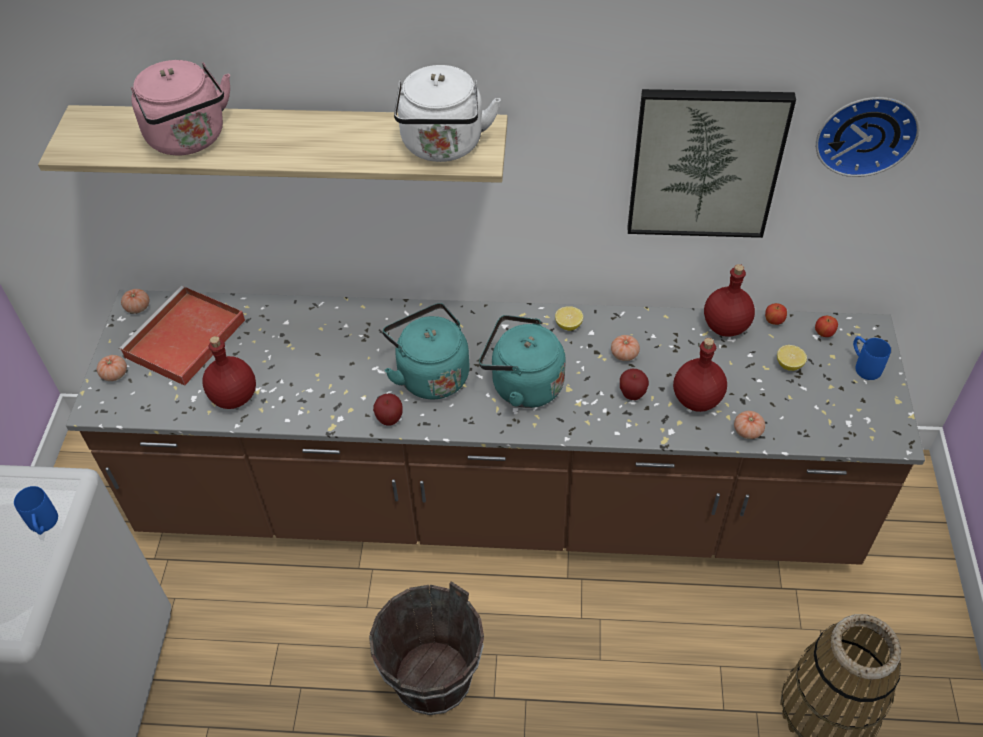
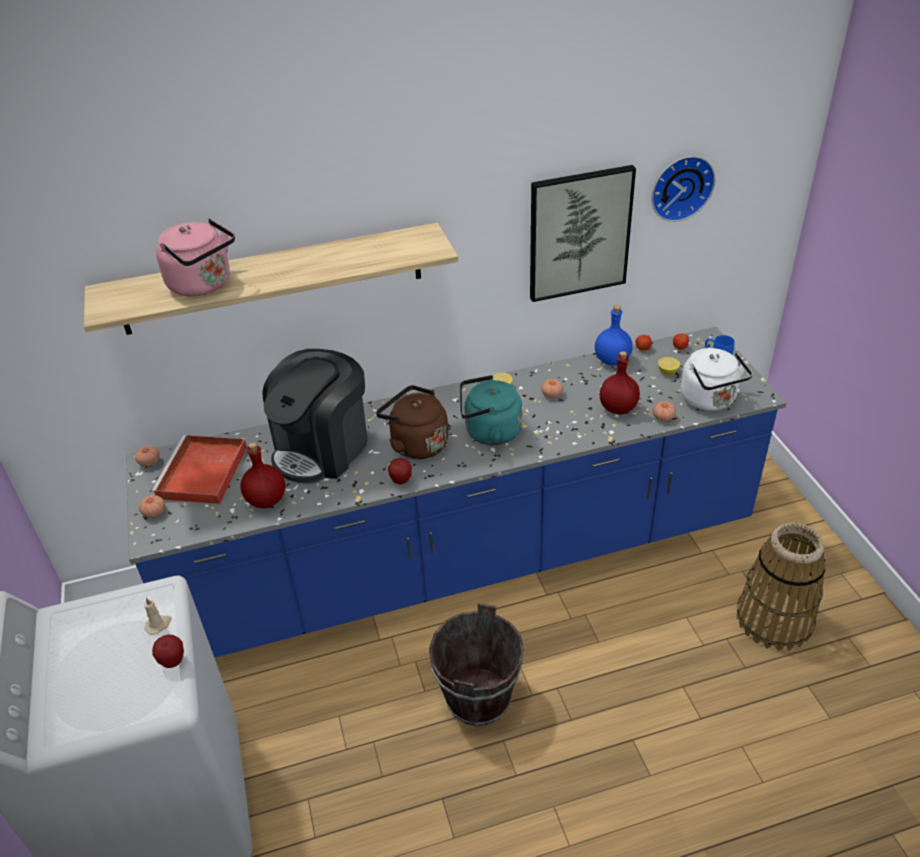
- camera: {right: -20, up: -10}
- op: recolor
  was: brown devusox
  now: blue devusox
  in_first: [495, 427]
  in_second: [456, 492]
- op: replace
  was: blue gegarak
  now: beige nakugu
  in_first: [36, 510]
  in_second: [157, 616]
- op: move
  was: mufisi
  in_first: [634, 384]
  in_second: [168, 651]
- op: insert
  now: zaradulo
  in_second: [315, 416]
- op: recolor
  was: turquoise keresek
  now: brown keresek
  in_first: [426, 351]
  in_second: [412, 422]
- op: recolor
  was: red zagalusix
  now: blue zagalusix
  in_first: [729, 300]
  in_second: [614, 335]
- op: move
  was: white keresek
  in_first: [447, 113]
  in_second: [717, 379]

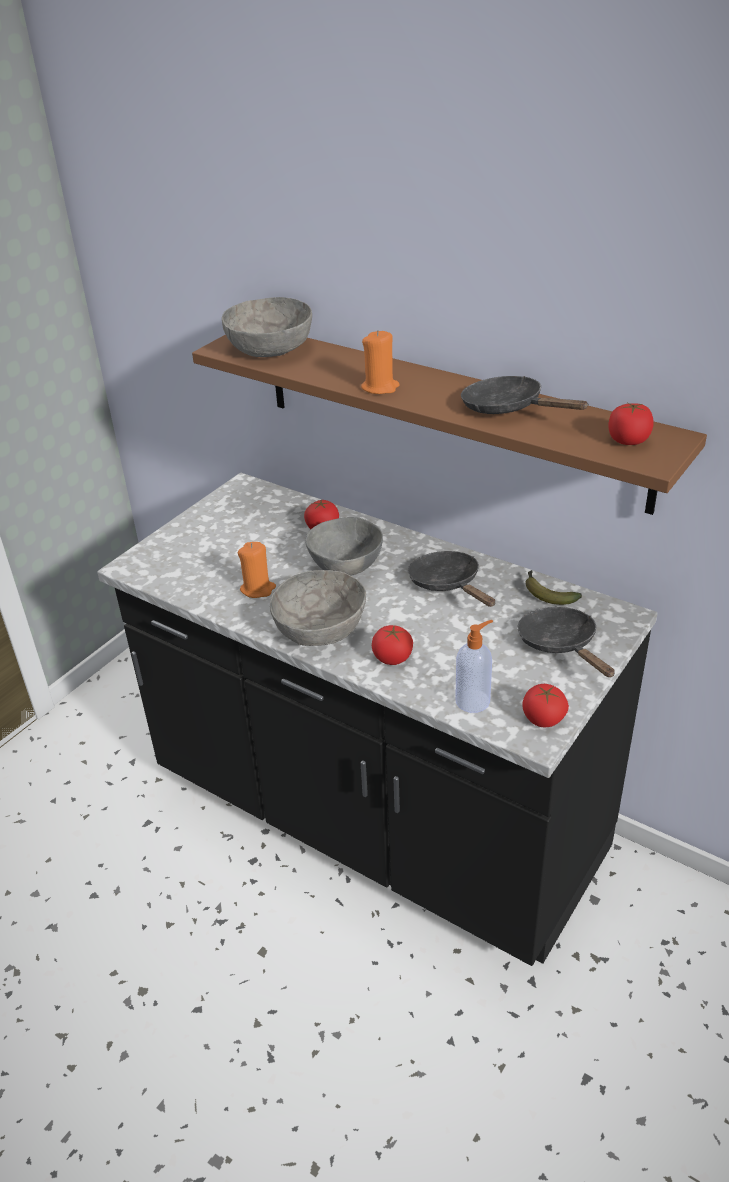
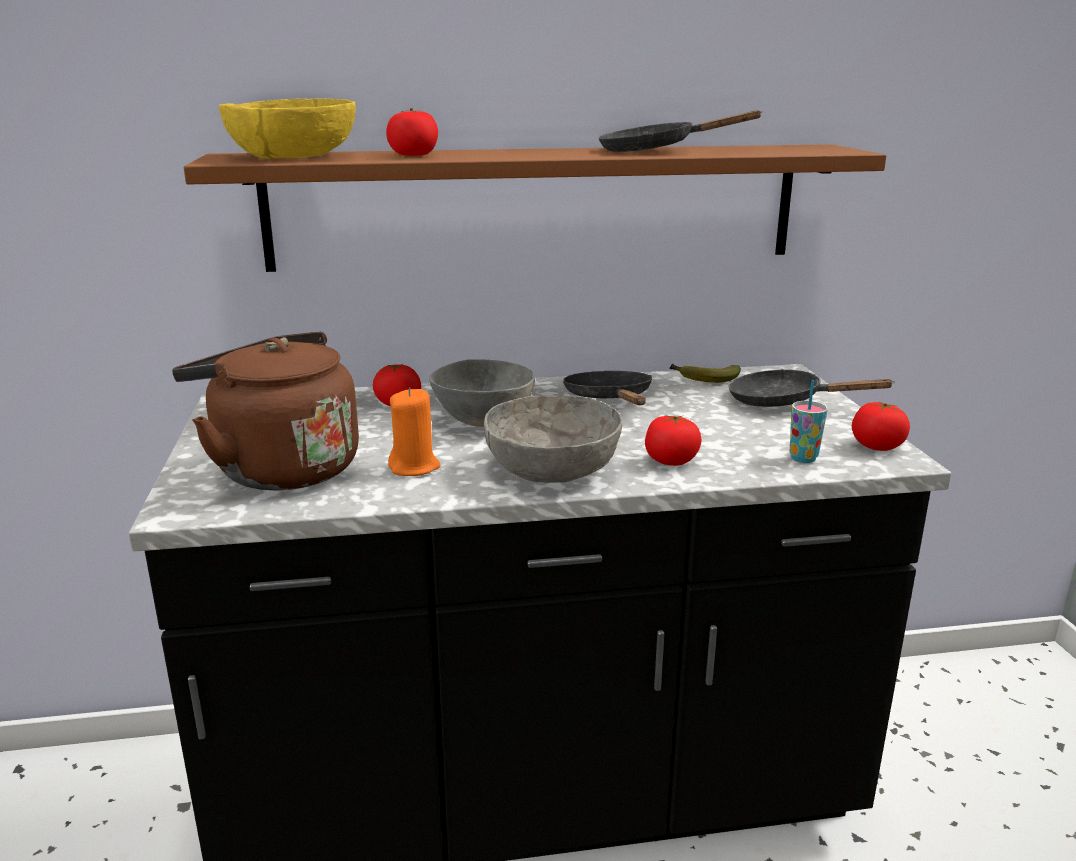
- camera: {right: -45, up: -15}
- op: insert
  now: brown keresek
  in_second: [265, 411]
- op: recolor
  was: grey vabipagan
  now: yellow vabipagan
  in_first: [267, 327]
  in_second: [287, 128]
- op: move
  was: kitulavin
  in_first: [631, 423]
  in_second: [412, 132]
- op: rotate
  was: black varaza
  in_first: [451, 579]
  in_second: [607, 388]
  clockwise: 60
- op: replace
  was: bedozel
  now: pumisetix
  in_first: [474, 666]
  in_second: [809, 421]
- op: delete
  was: orange nakugu
  in_first: [380, 362]

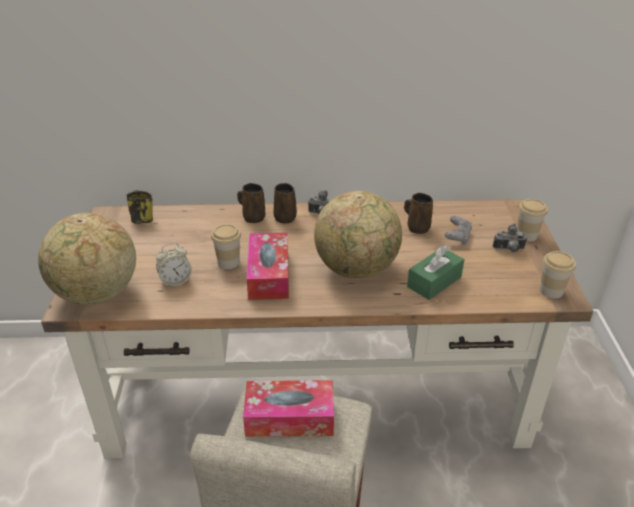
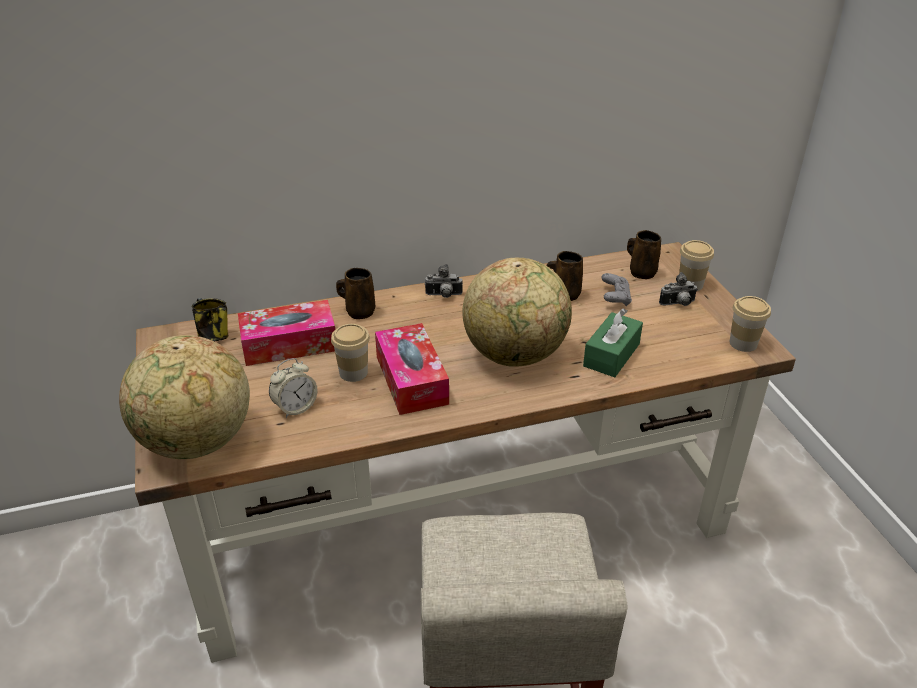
- camera: {right: -15, up: 0}
- op: move
  was: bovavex
  in_first: [288, 408]
  in_second: [286, 333]
- op: move
  was: brown gegarak
  in_first: [285, 203]
  in_second: [644, 254]

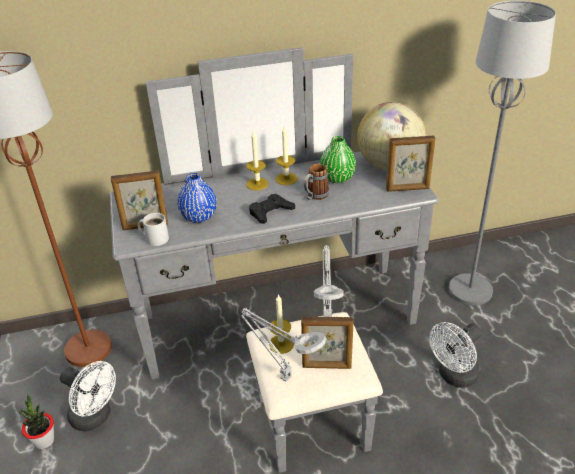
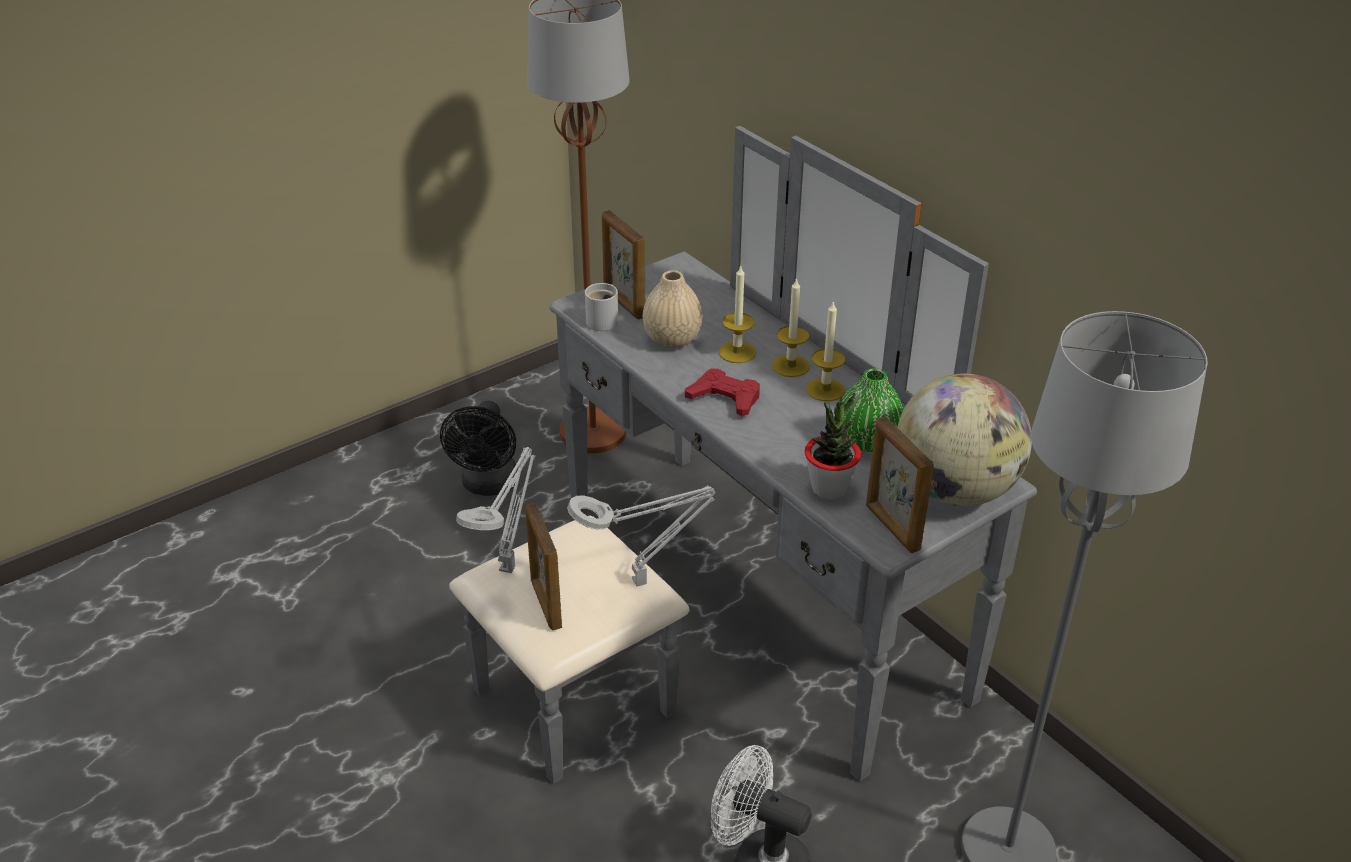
- camera: {right: 65, up: 0}
- op: recolor
  was: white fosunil
  now: black fosunil
  in_first: [88, 396]
  in_second: [479, 448]
- op: recolor
  was: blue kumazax
  now: beige kumazax
  in_first: [197, 198]
  in_second: [672, 309]
- op: recolor
  was: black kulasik
  now: red kulasik
  in_first: [272, 209]
  in_second: [722, 392]
- op: move
  was: nakugu
  in_first: [281, 324]
  in_second: [737, 314]
- op: move
  was: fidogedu
  in_first: [36, 421]
  in_second: [833, 446]
- op: delete
  was: gegarak
  in_first: [316, 181]

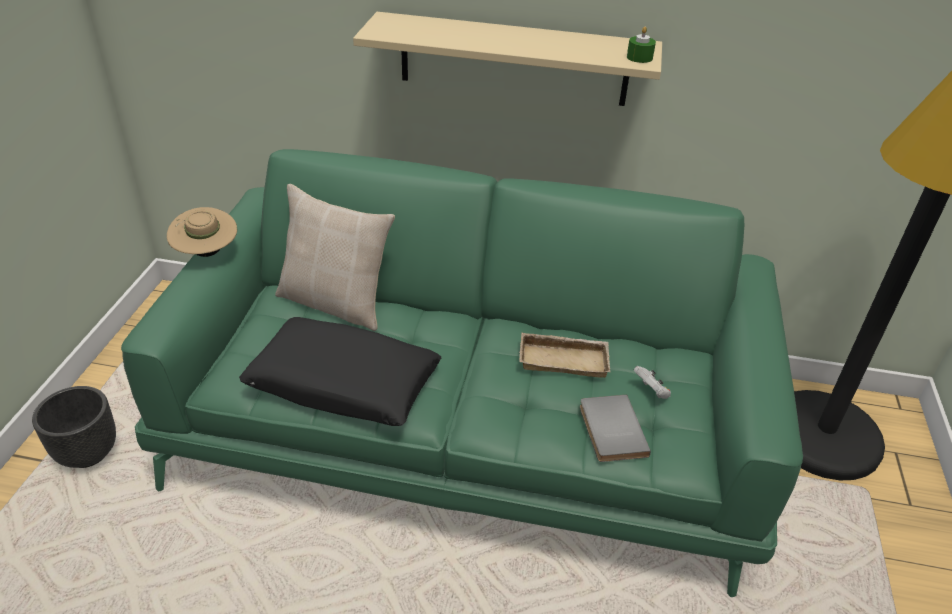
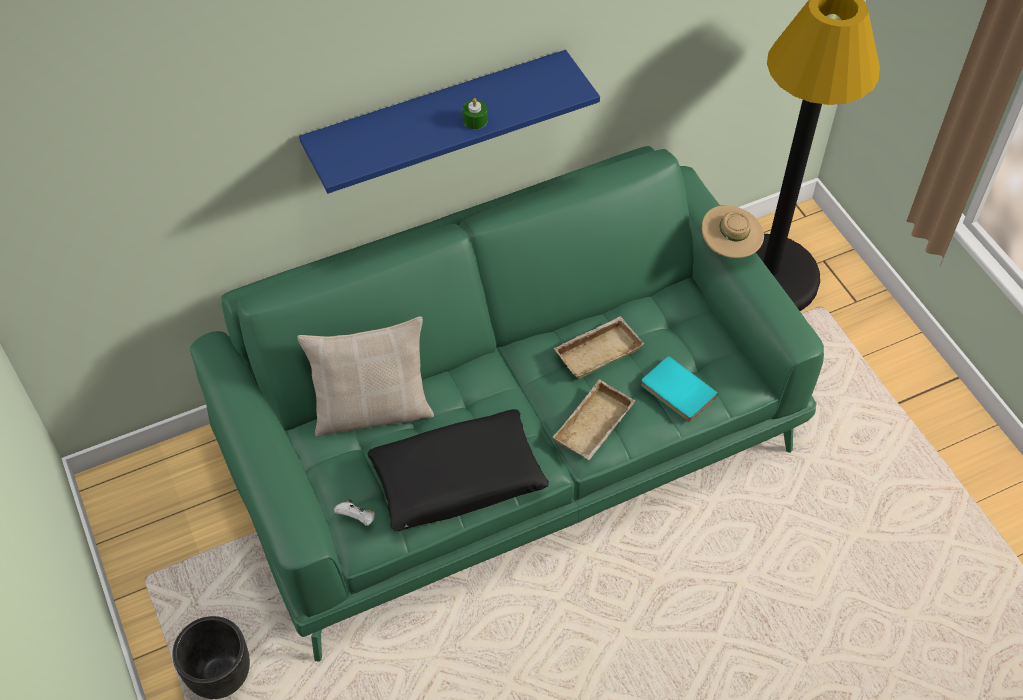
- camera: {right: -35, up: 15}
- op: recolor
  was: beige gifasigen
  now: blue gifasigen
  in_first: [507, 59]
  in_second: [449, 122]
- op: move
  was: white kulasik
  in_first: [652, 382]
  in_second: [354, 512]
- op: move
  was: green nakugu
  in_first: [641, 45]
  in_second: [475, 113]
- op: insert
  now: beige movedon
  in_second: [594, 419]
- op: recolor
  was: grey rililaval
  now: turquoise rililaval
  in_first: [615, 428]
  in_second: [679, 389]
- op: move
  was: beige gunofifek
  in_first: [202, 232]
  in_second: [732, 231]

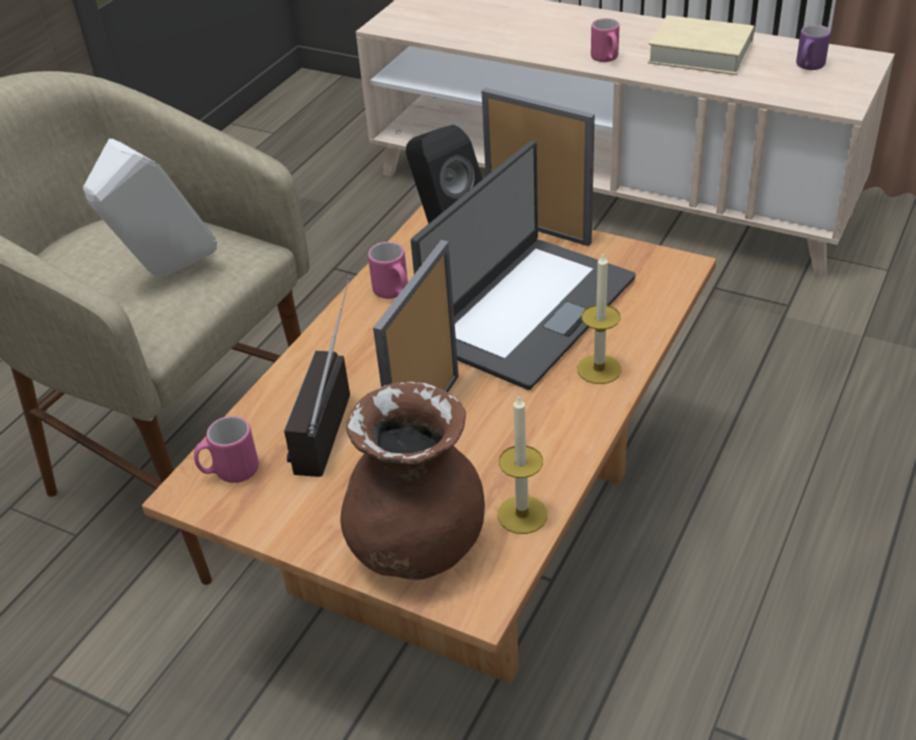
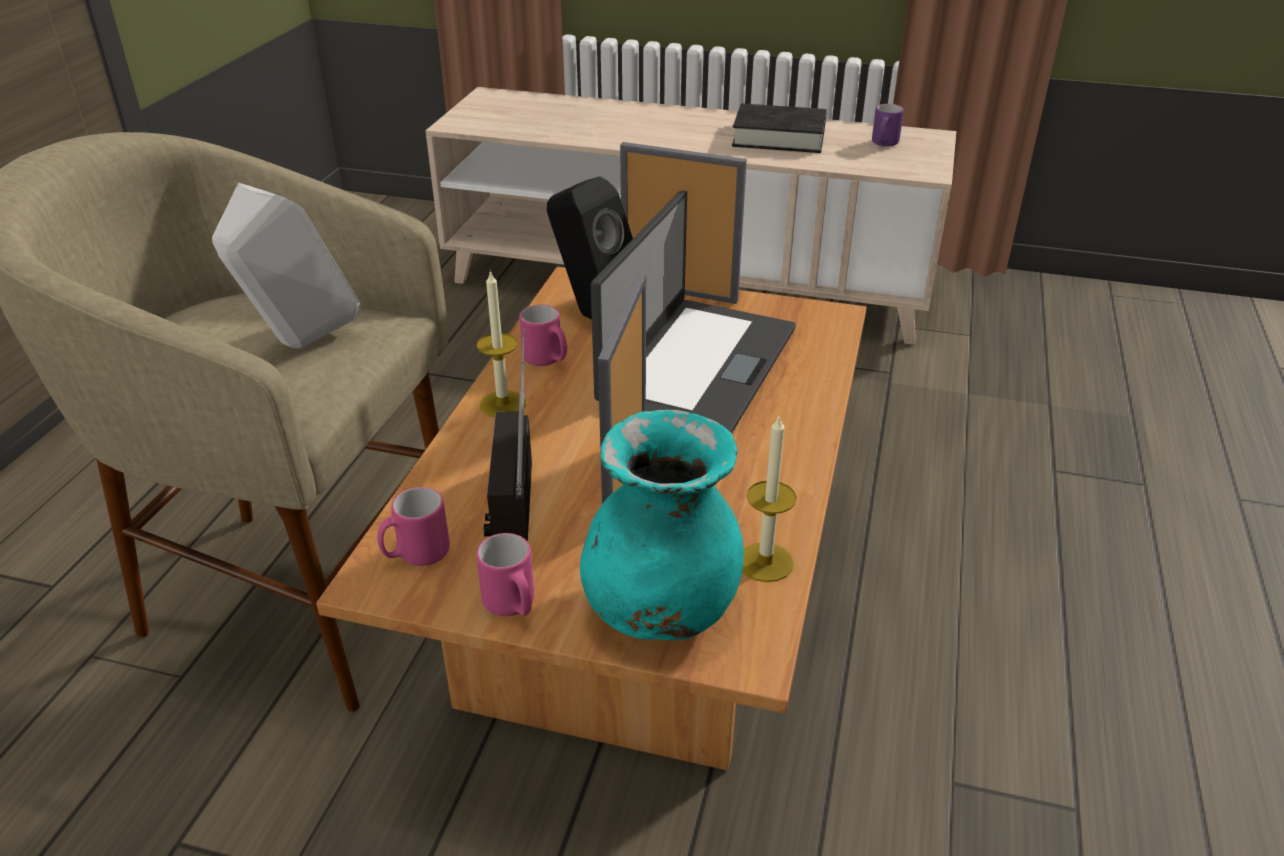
- camera: {right: -15, up: -5}
- op: move
  was: pink gegarak
  in_first: [605, 40]
  in_second: [505, 574]
- op: move
  was: nakugu
  in_first: [599, 319]
  in_second: [501, 343]
- op: recolor
  was: brown kumazax
  now: turquoise kumazax
  in_first: [412, 481]
  in_second: [662, 525]
- op: recolor
  was: beige rililaval
  now: black rililaval
  in_first: [701, 45]
  in_second: [779, 128]

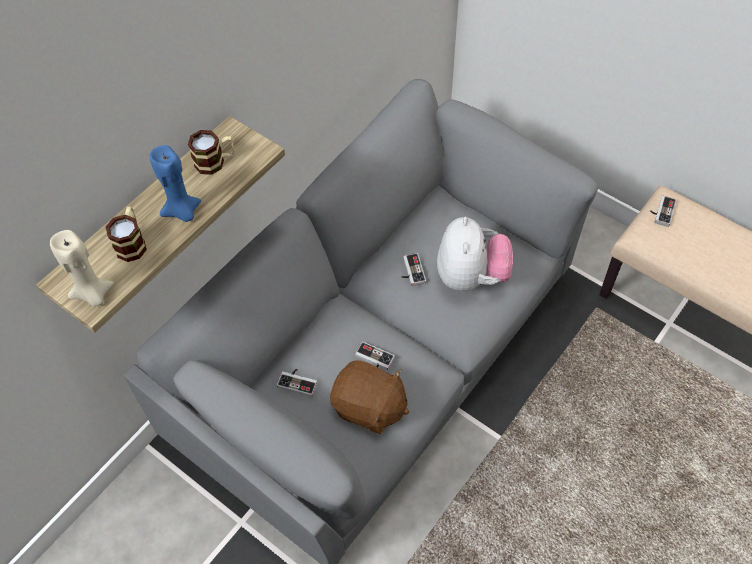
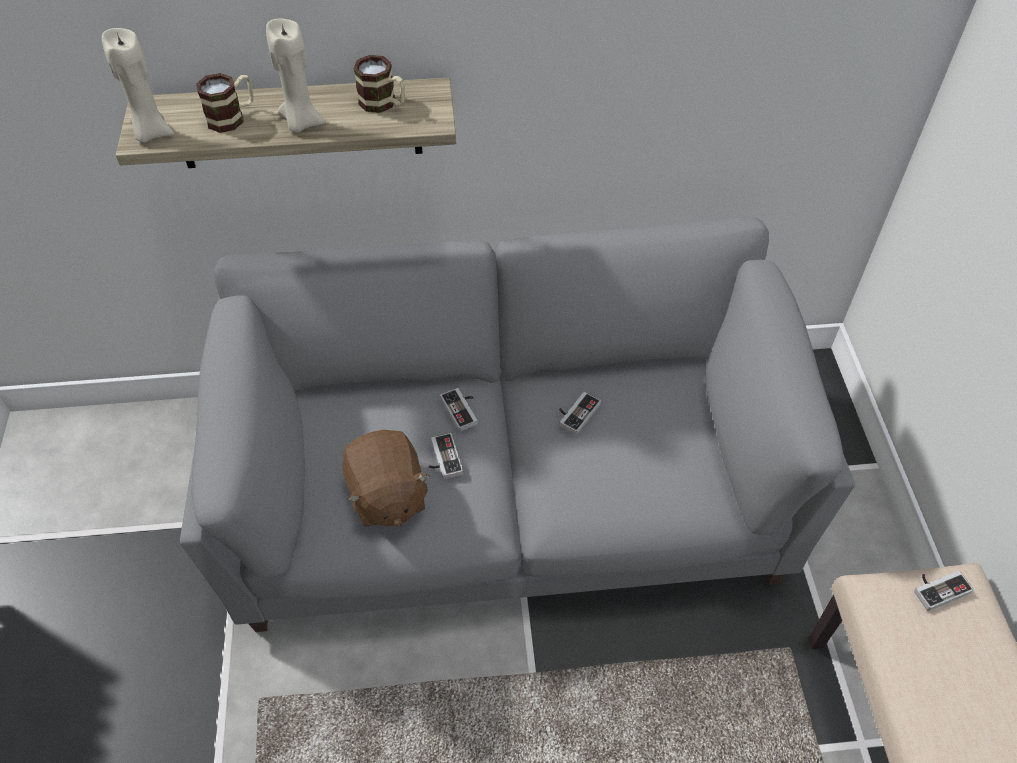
- camera: {right: 45, up: -5}
- op: recolor
  was: blue nakugu
  now: beige nakugu
  in_first: [175, 183]
  in_second: [296, 76]
- op: move
  was: kulasik
  in_first: [297, 383]
  in_second: [459, 410]
- op: delete
  was: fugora
  in_first: [475, 254]

